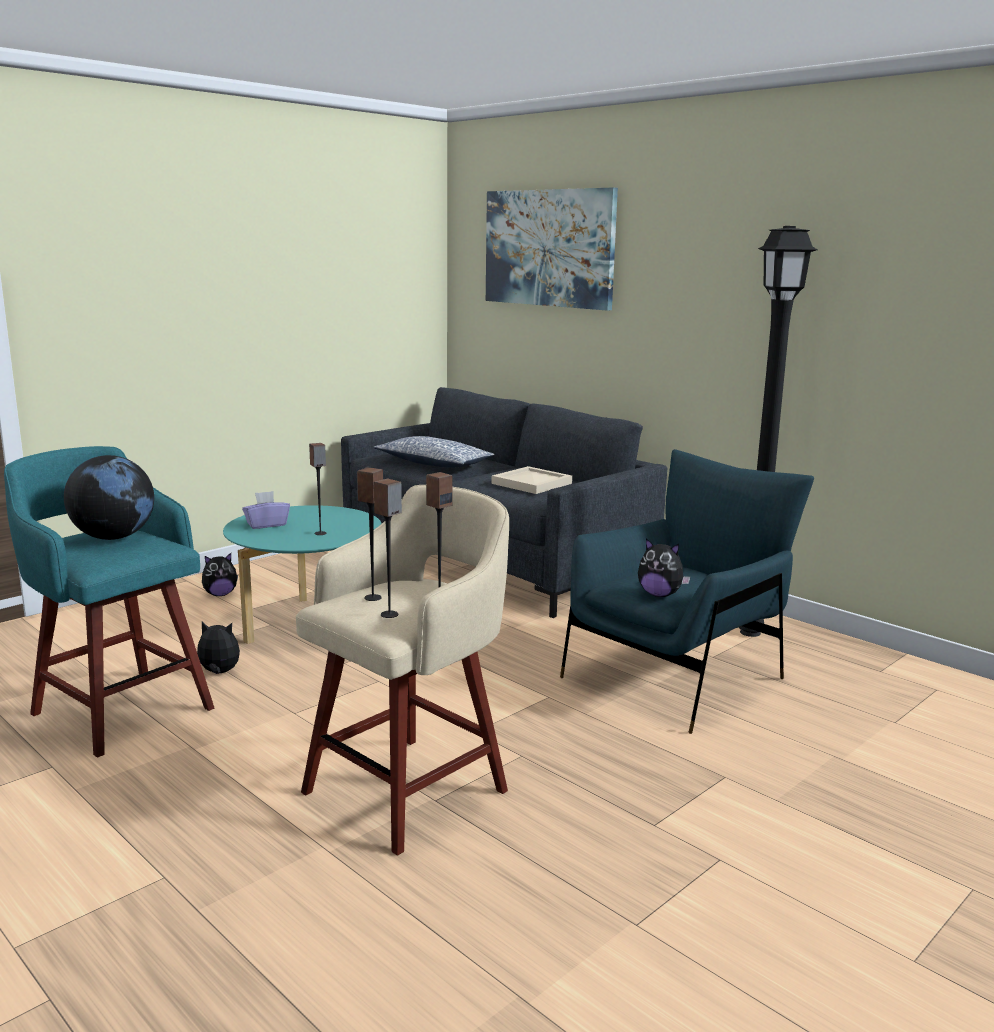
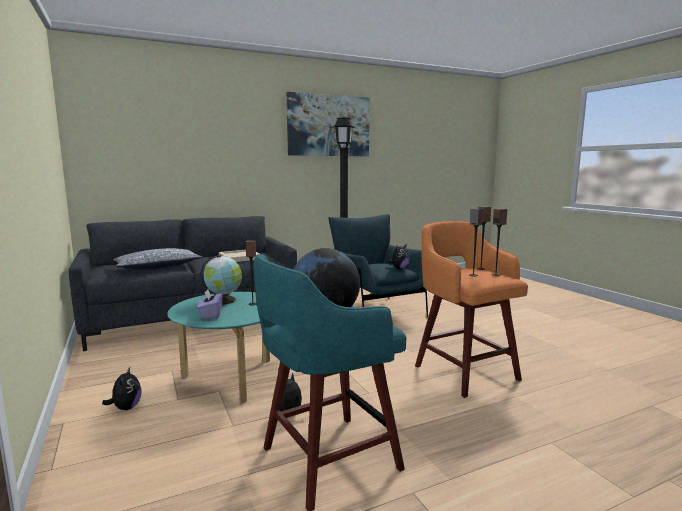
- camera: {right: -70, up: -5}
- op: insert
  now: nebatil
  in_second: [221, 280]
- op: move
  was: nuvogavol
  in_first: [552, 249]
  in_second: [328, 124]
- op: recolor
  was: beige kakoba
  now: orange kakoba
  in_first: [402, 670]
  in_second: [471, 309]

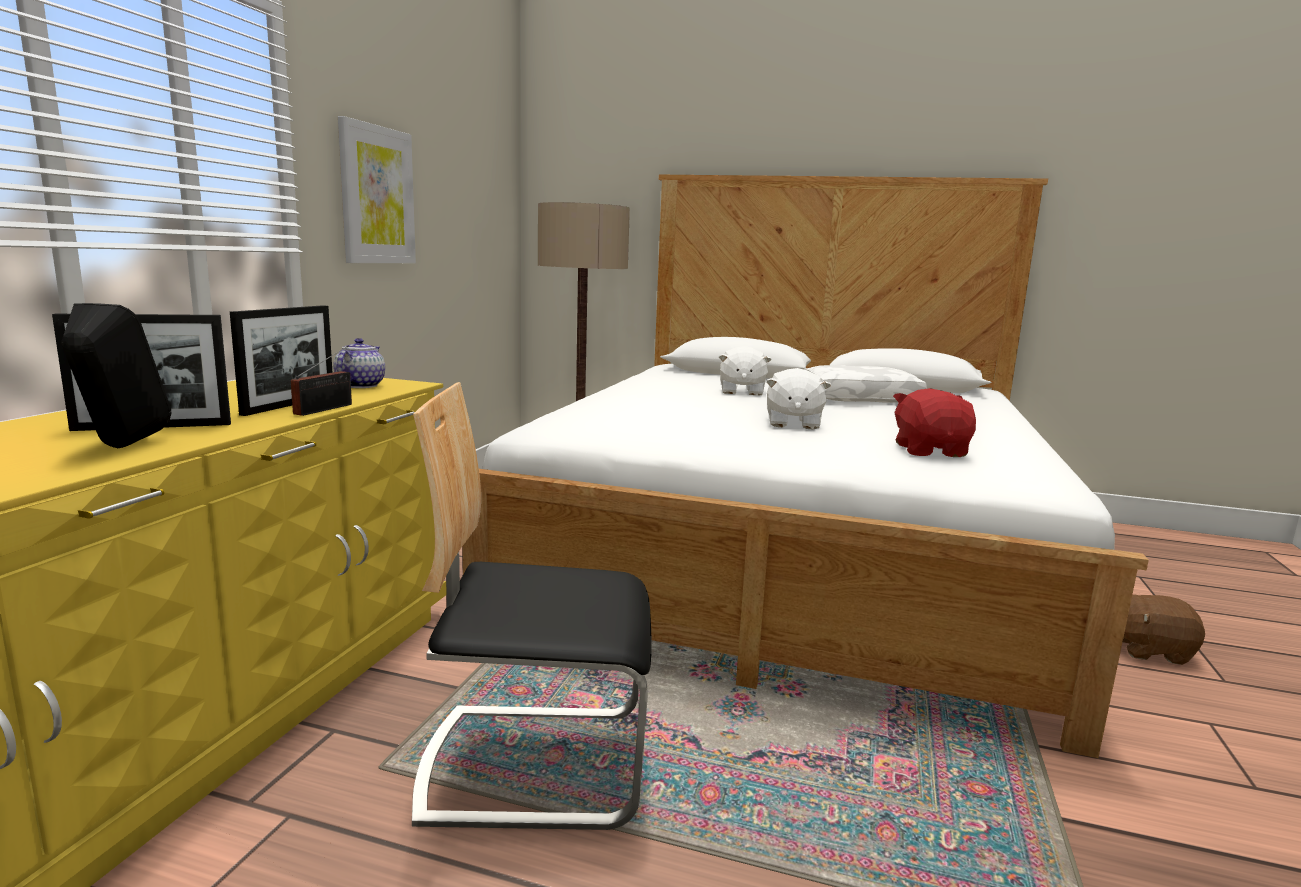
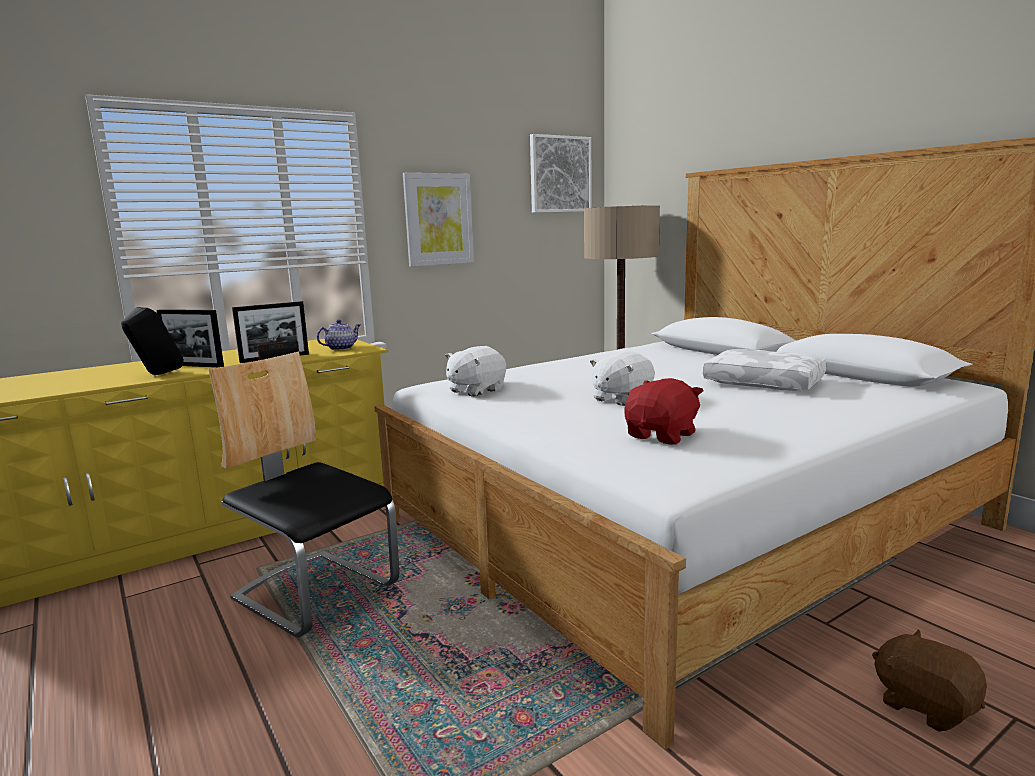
- camera: {right: 40, up: 0}
- op: move
  was: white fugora
  in_first: [745, 371]
  in_second: [475, 371]
- op: insert
  now: nuvogavol
  in_second: [561, 173]

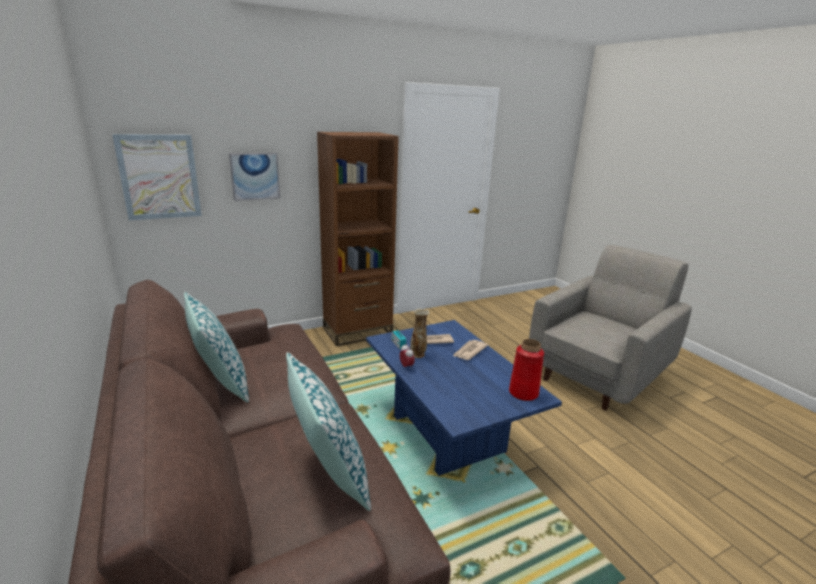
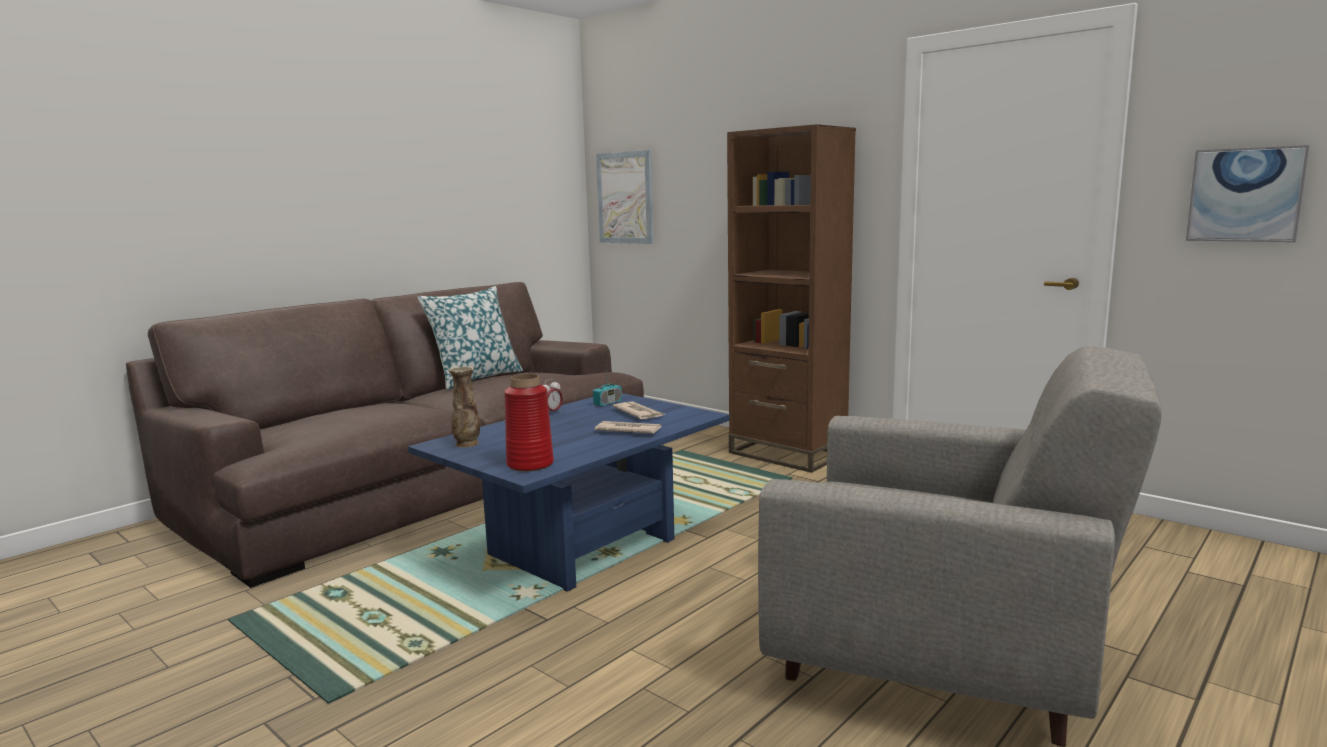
- camera: {right: 70, up: -10}
- op: move
  was: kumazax
  in_first: [420, 333]
  in_second: [464, 406]
- op: move
  was: nuvogavol
  in_first: [254, 177]
  in_second: [1248, 193]
- op: delete
  was: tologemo
  in_first: [328, 431]

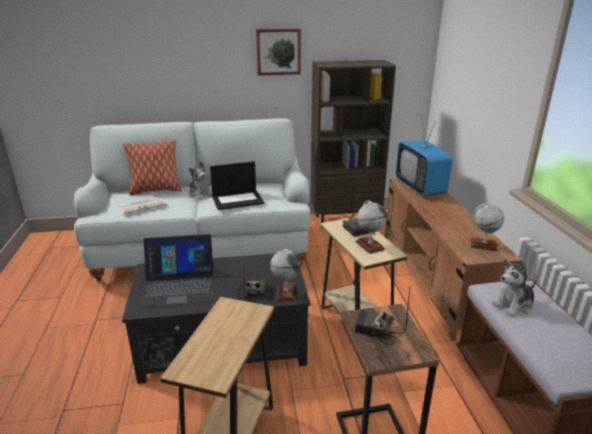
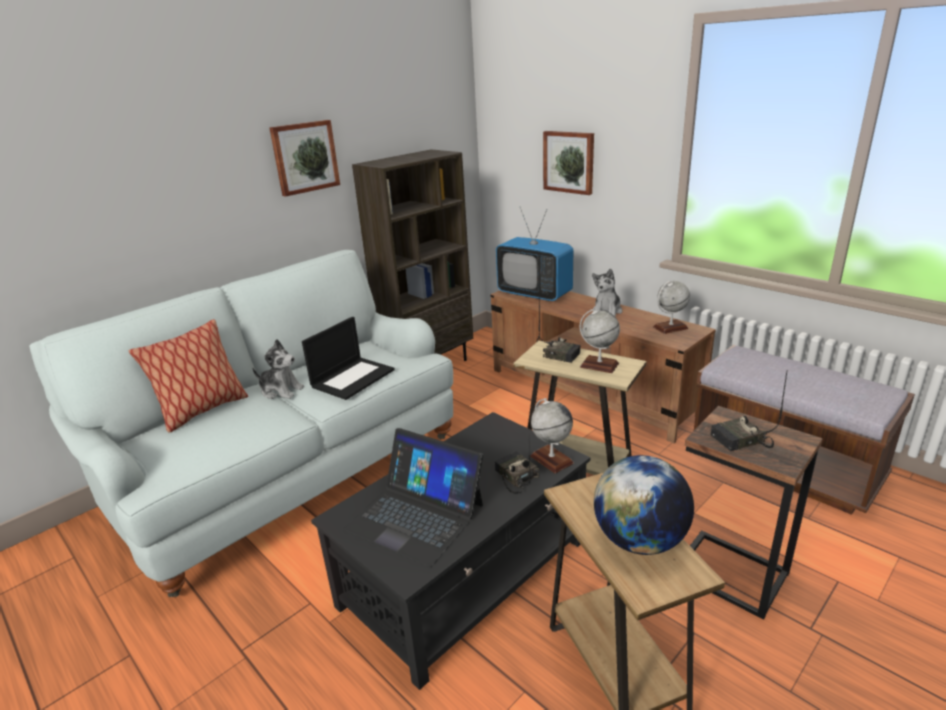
- camera: {right: -35, up: 0}
- op: rotate
  was: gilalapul
  in_first: [176, 271]
  in_second: [413, 497]
  clockwise: 75
- op: insert
  now: nuvogavol
  in_second: [568, 163]
- op: move
  was: fugora
  in_first: [514, 288]
  in_second: [607, 292]
- op: insert
  now: nebatil
  in_second: [644, 505]
- op: delete
  was: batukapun
  in_first: [142, 205]

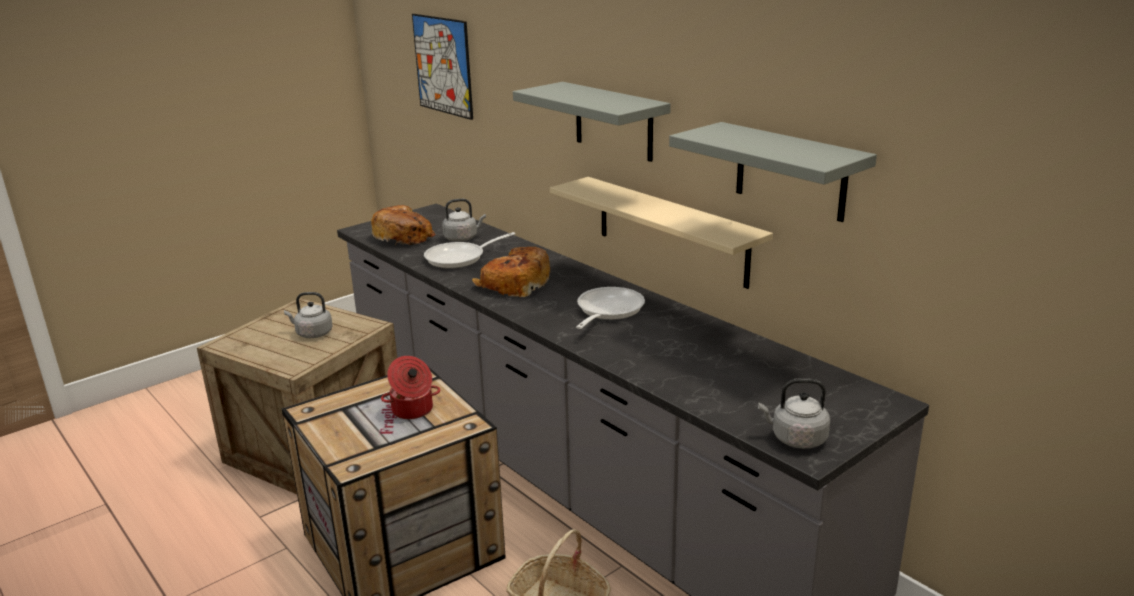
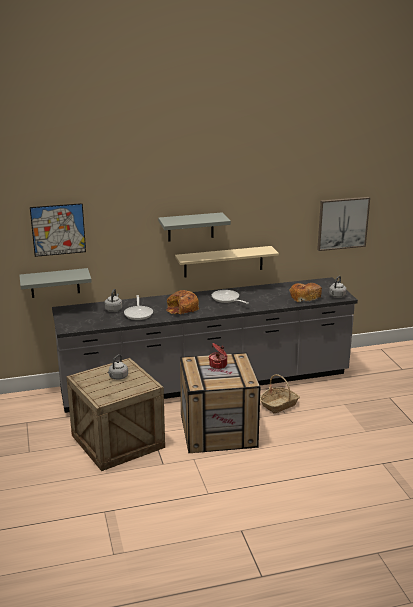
- camera: {right: -65, up: 0}
- op: move
  was: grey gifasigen
  in_first: [773, 172]
  in_second: [55, 283]
- op: move
  was: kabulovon
  in_first: [403, 225]
  in_second: [305, 292]
- op: insert
  now: nuvogavol
  in_second: [343, 224]

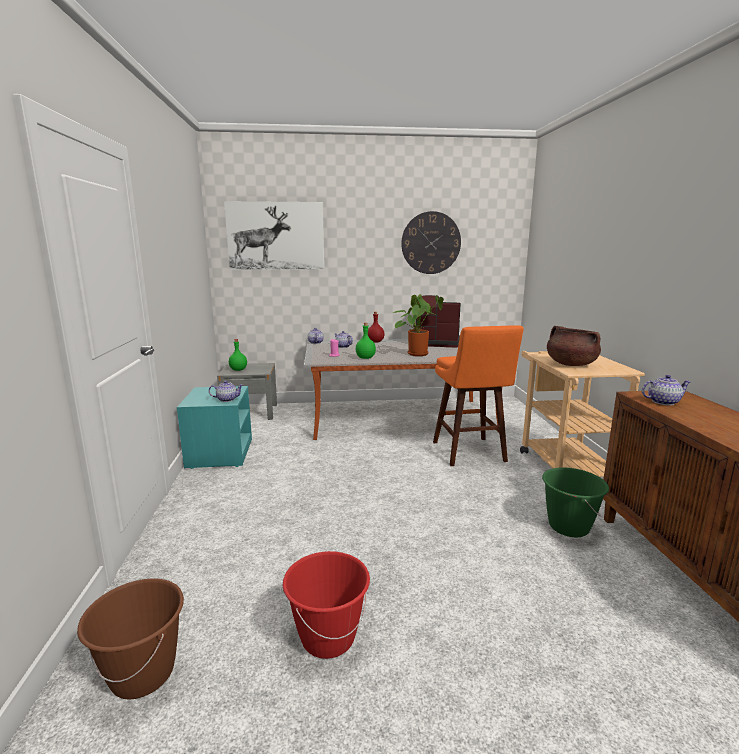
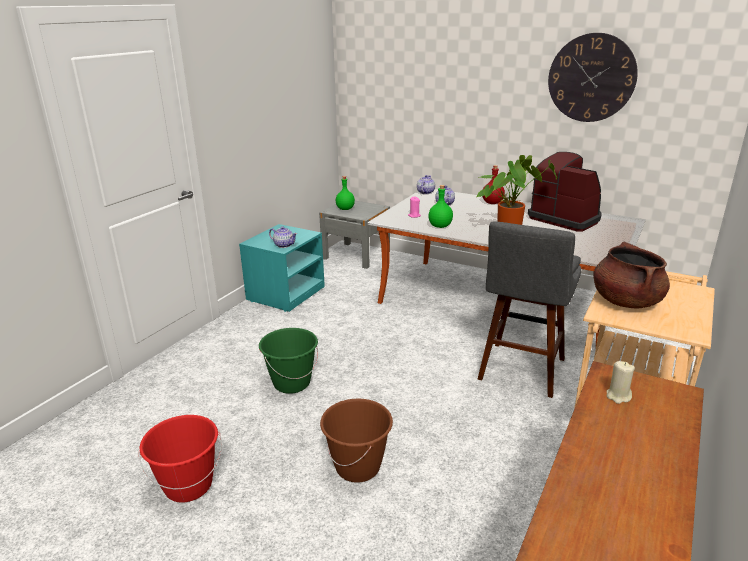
- camera: {right: 35, up: 10}
- op: move
  was: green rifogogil
  in_first: [575, 502]
  in_second: [288, 361]
- op: move
  was: brown rifogogil
  in_first: [130, 639]
  in_second: [356, 441]
- op: recolor
  was: orange kakoba
  now: grey kakoba
  in_first: [478, 395]
  in_second: [529, 309]
- op: replace
  was: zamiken
  now: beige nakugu
  in_first: [666, 390]
  in_second: [621, 382]
- op: delete
  was: nuvogavol
  in_first: [274, 235]

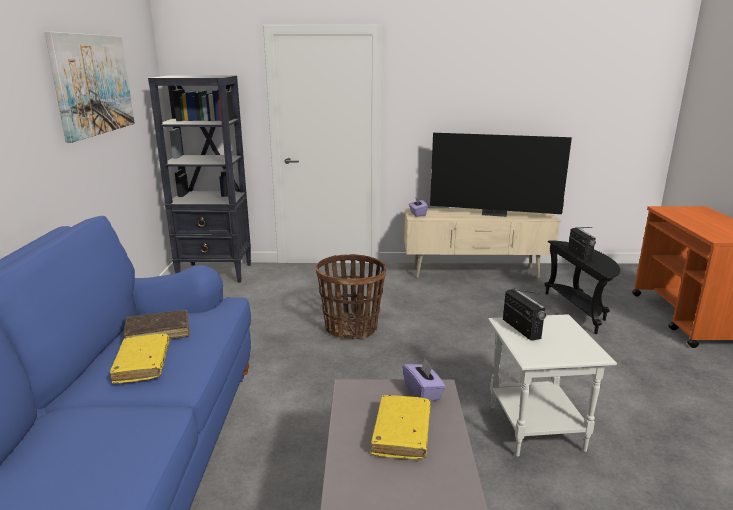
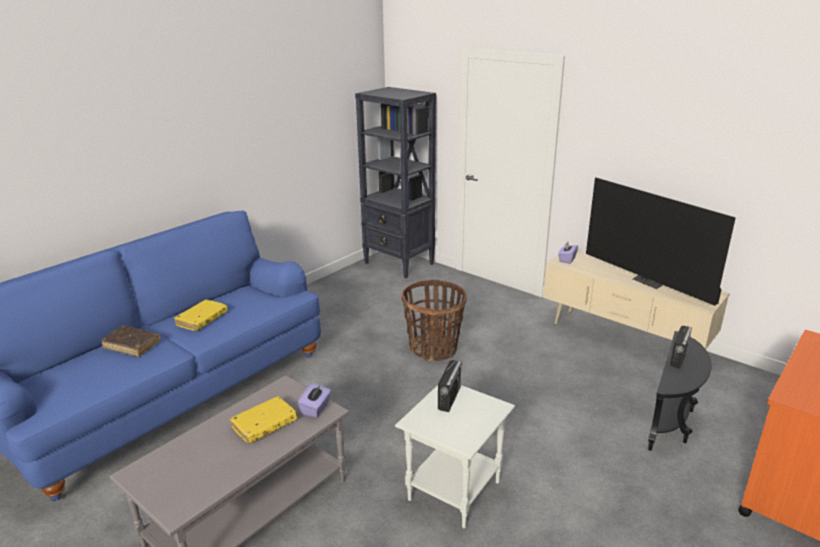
- camera: {right: 40, up: 5}
- op: move
  was: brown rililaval
  in_first: [156, 324]
  in_second: [131, 341]
- op: delete
  was: nuvogavol
  in_first: [90, 87]

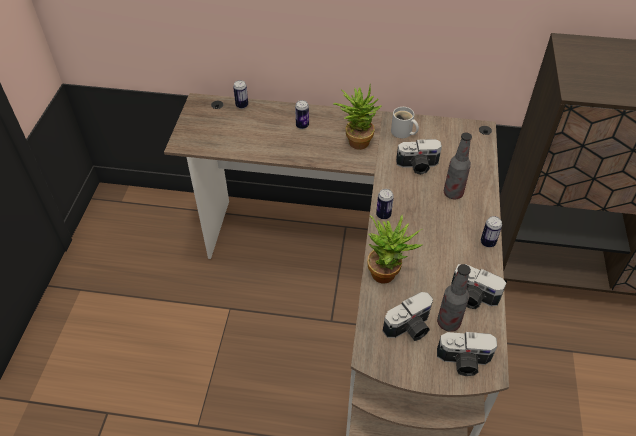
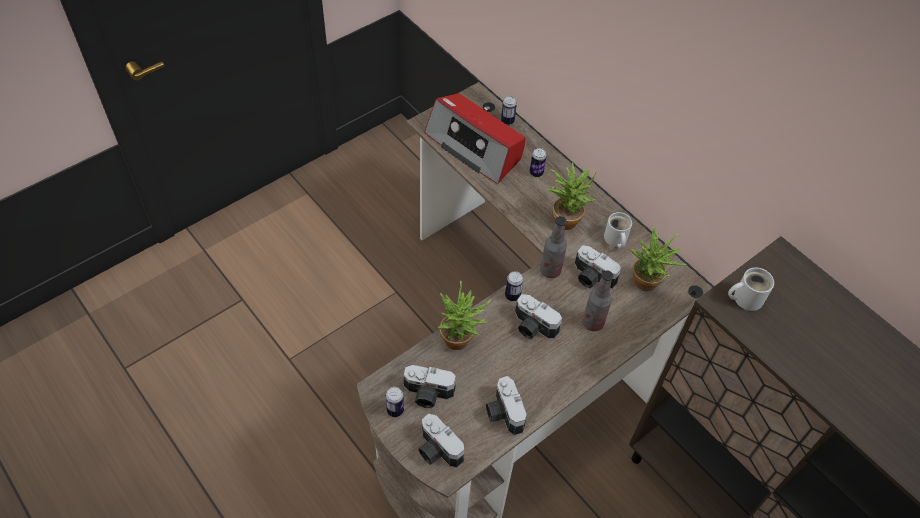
- camera: {right: 40, up: 5}
- op: move
  was: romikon
  in_first: [491, 231]
  in_second: [395, 402]
- op: insert
  now: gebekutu
  in_second: [474, 138]
- op: insert
  now: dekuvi
  in_second: [538, 316]
- op: move
  was: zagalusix
  in_first: [454, 298]
  in_second: [553, 247]
- op: insert
  now: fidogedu
  in_second: [658, 258]
- op: insert
  now: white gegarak
  in_second: [751, 289]

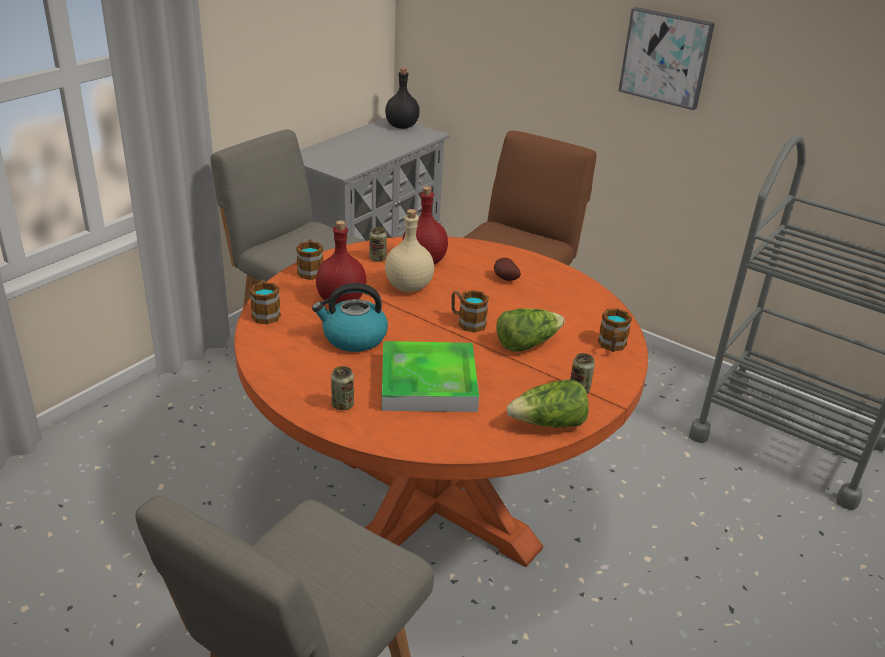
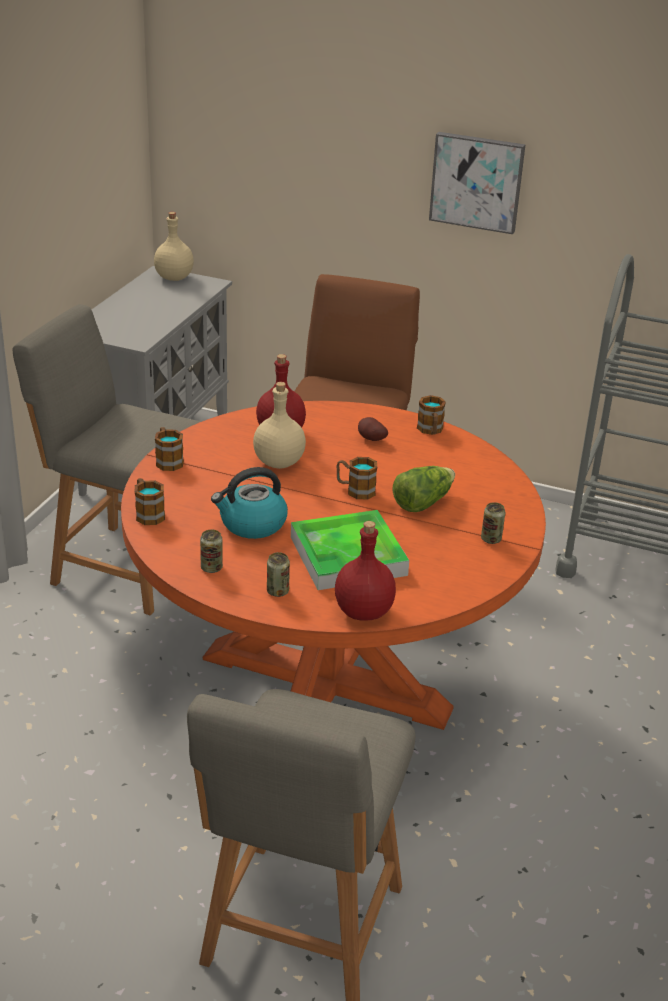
- camera: {right: -15, up: 0}
- op: recolor
  was: black zagalusix
  now: beige zagalusix
  in_first: [402, 98]
  in_second: [174, 246]
- op: move
  was: romikon
  in_first: [378, 244]
  in_second: [211, 551]
- op: move
  was: red zagalusix
  in_first: [341, 262]
  in_second: [365, 571]
- op: move
  was: gegarak
  in_first: [615, 330]
  in_second: [431, 415]
- op: delete
  was: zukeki
  in_first: [548, 404]

